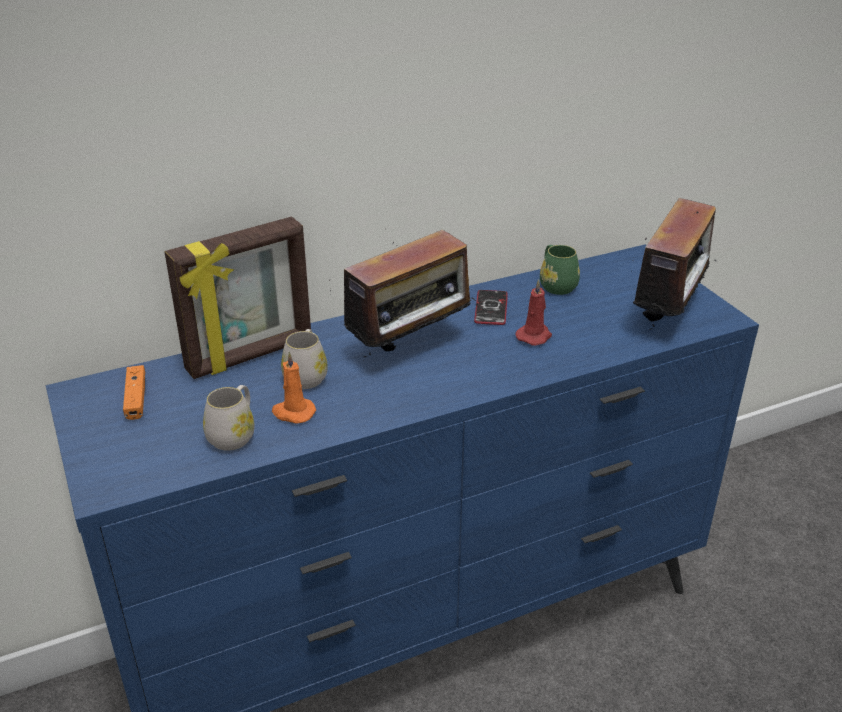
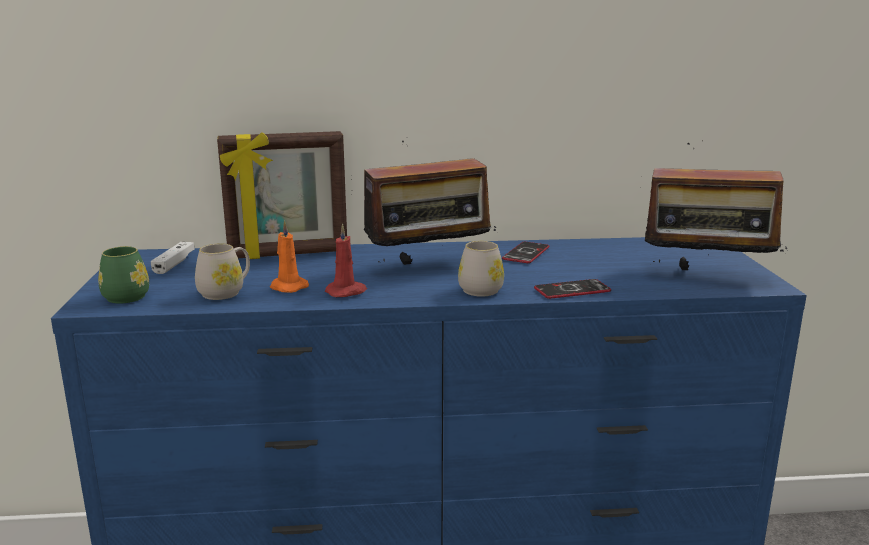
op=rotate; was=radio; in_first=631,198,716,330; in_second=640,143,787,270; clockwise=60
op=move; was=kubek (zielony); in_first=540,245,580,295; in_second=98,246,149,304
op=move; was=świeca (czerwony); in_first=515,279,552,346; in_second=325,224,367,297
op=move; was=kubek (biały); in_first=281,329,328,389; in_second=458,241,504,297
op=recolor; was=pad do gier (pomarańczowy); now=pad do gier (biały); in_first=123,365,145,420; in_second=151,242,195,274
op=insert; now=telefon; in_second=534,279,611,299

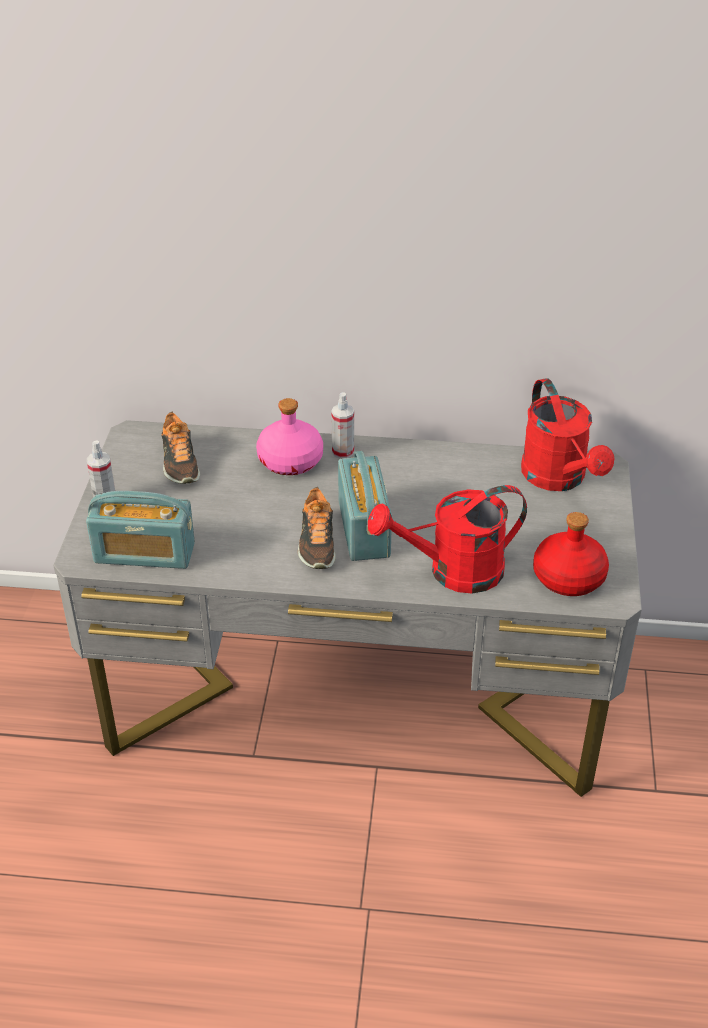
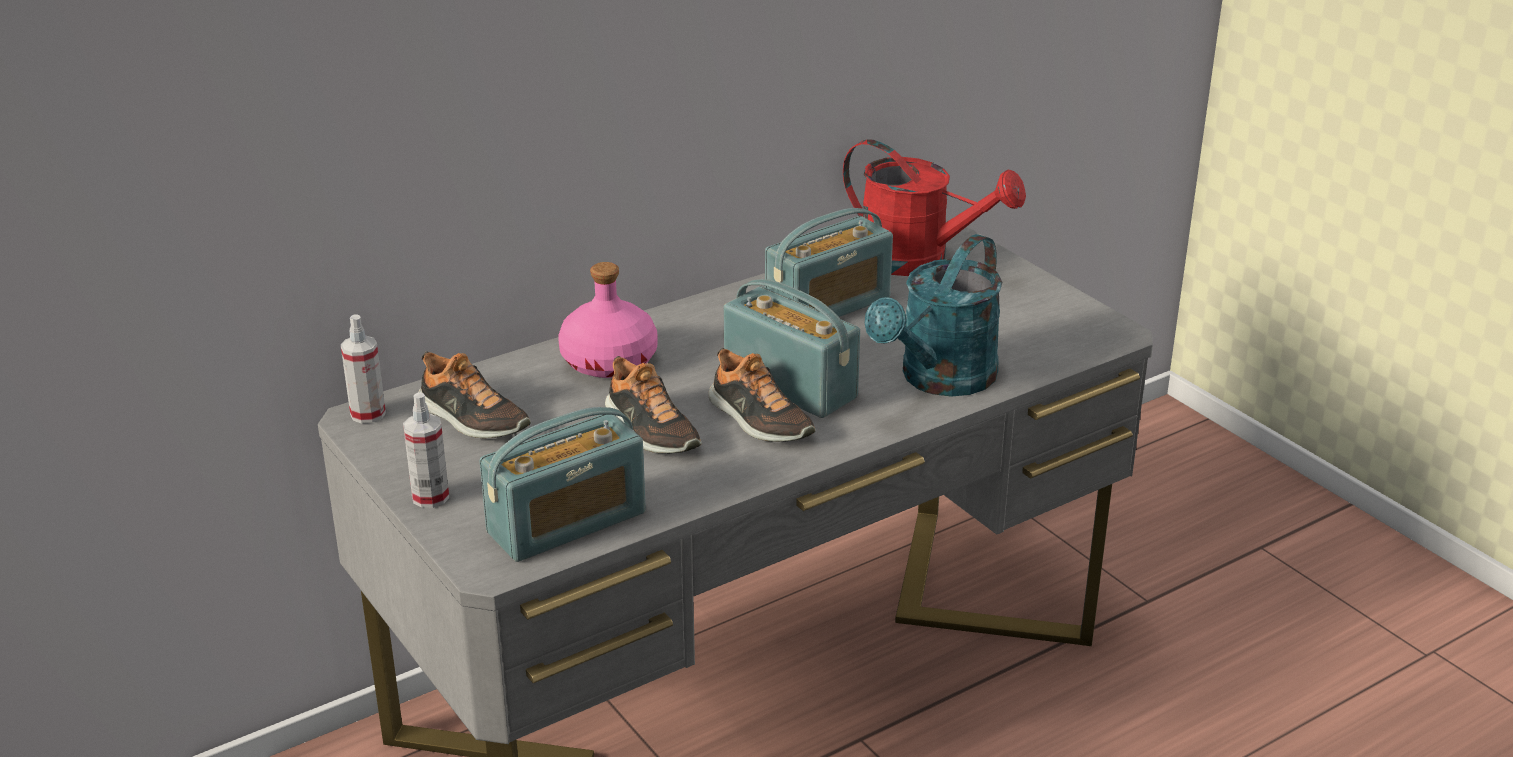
op=move; was=spryskiwacz; in_first=331,392,354,459; in_second=341,314,386,424
op=recolor; was=konewka (czerwony); now=konewka (turkusowy); in_first=368,485,527,593; in_second=865,234,1002,397
op=delete; was=butelka (czerwony); in_first=533,512,609,596
op=insert; now=radio; in_second=765,208,893,317
op=insert; now=but; in_second=605,356,702,454

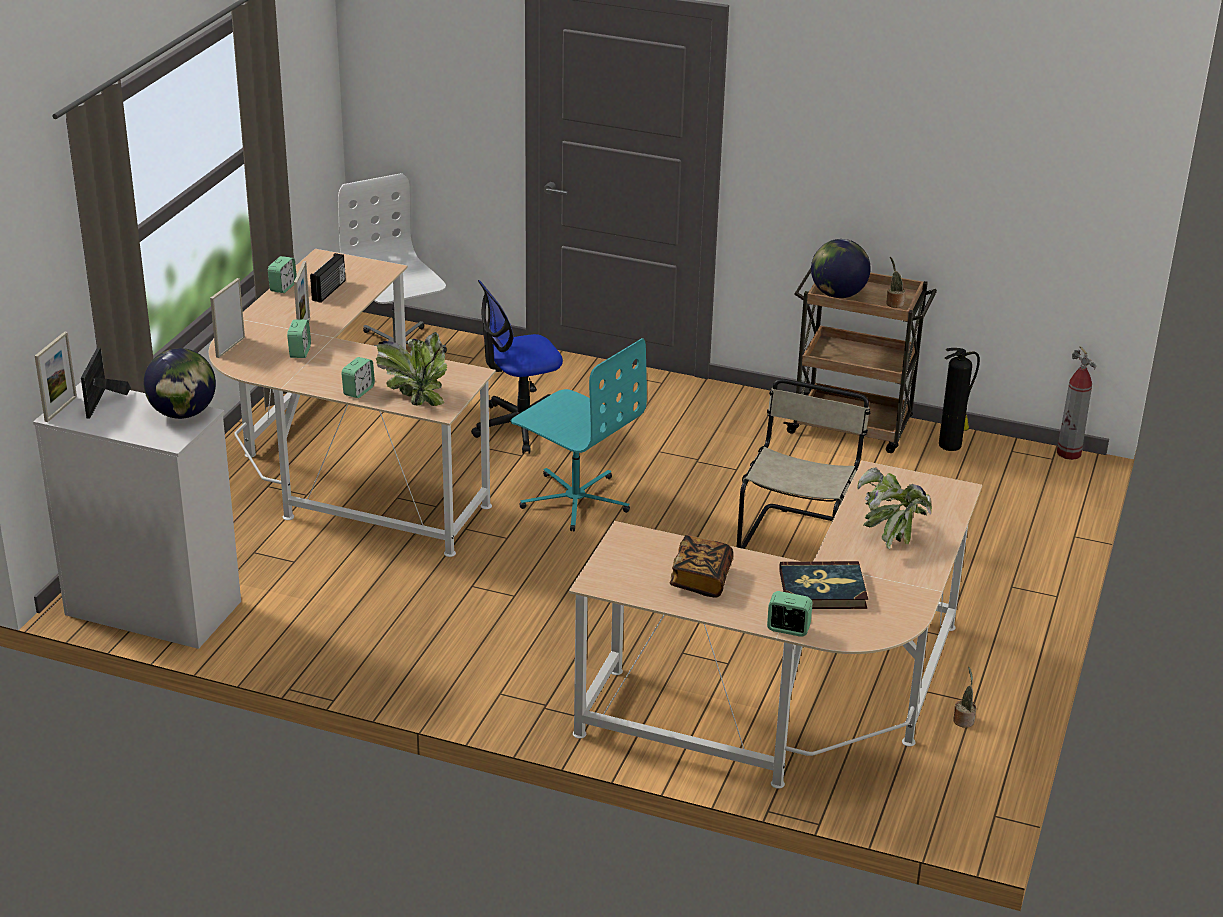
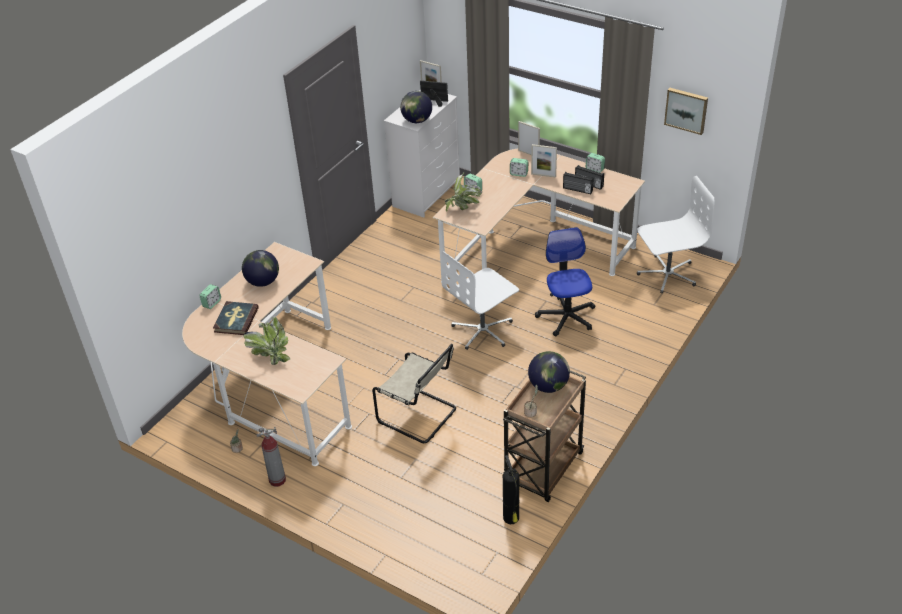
op=recolor; was=krzesło biurowe (turkusowy); now=krzesło biurowe (biały); in_first=511,338,647,531; in_second=441,251,519,350
op=move; was=gaśnica; in_first=1057,346,1096,460; in_second=257,427,286,487
op=replace; was=książka; now=globus; in_first=670,535,733,598; in_second=242,250,279,287
op=insert; now=obraz; in_second=664,88,708,135
op=insert; now=radio; in_second=563,172,594,194

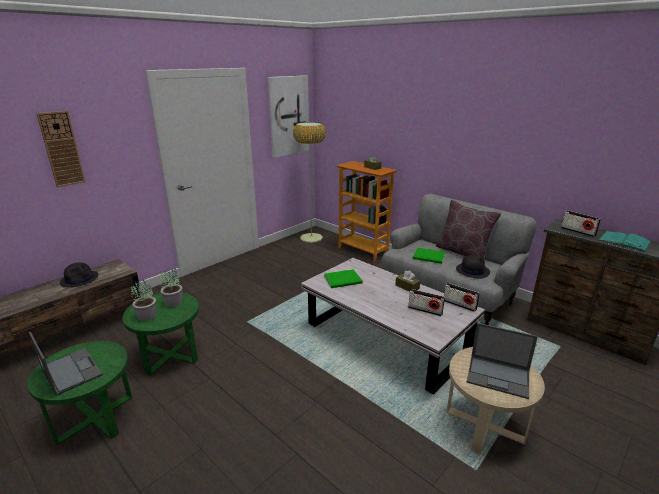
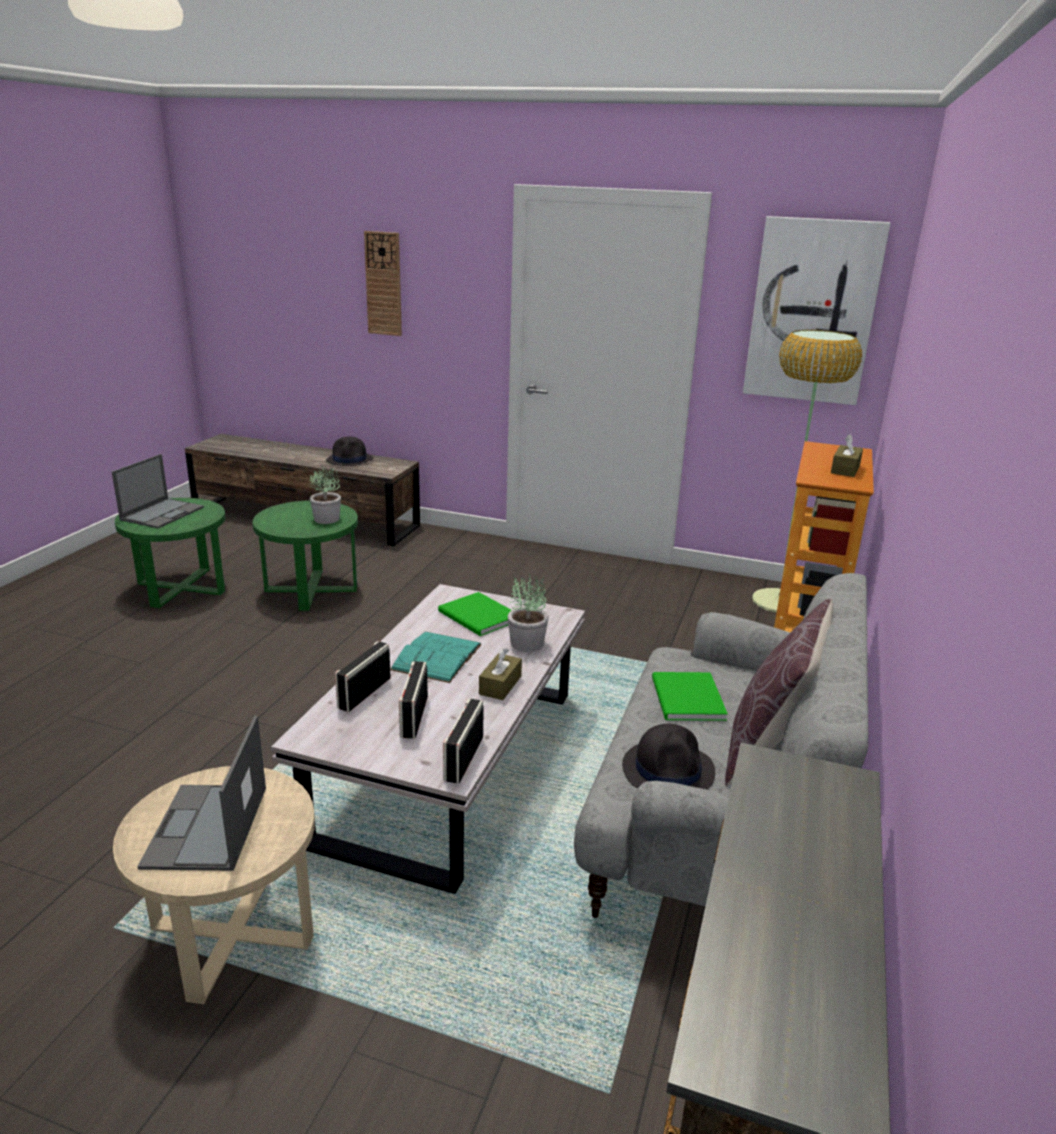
op=move; was=radio; in_first=561,211,601,237; in_second=335,641,391,712
op=move; was=książka (turkusowy); in_first=597,231,652,252; in_second=390,632,482,683
op=move; was=roślina doniczkowa; in_first=131,278,157,321; in_second=508,574,549,652

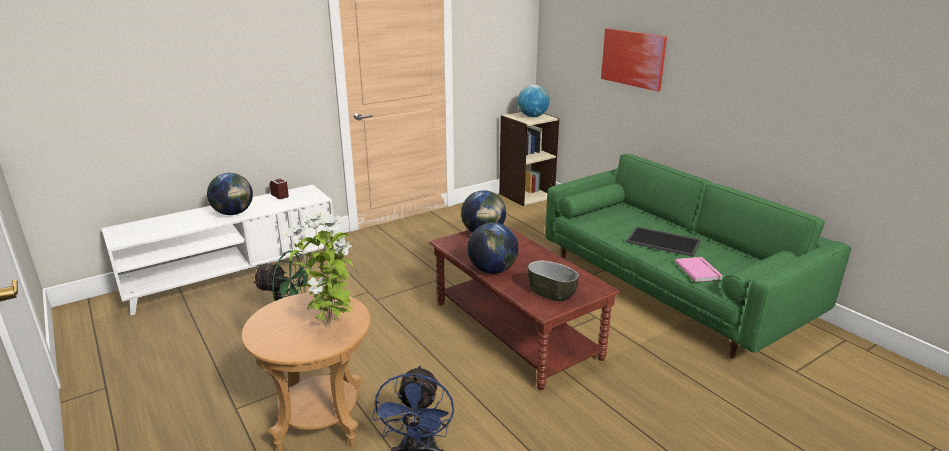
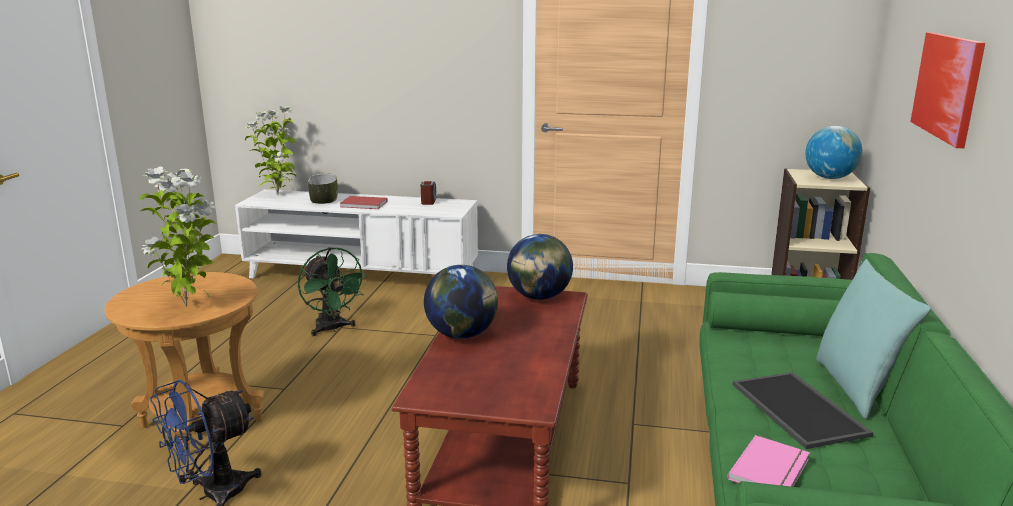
op=replace; was=globus; now=książka (czerwony); in_first=207,173,253,215; in_second=340,196,388,209
op=move; was=miska; in_first=528,260,579,301; in_second=308,173,338,204
op=insert; now=roślina doniczkowa; in_second=245,105,297,196
op=insert; now=poduszka (turkusowy); in_second=816,259,931,419

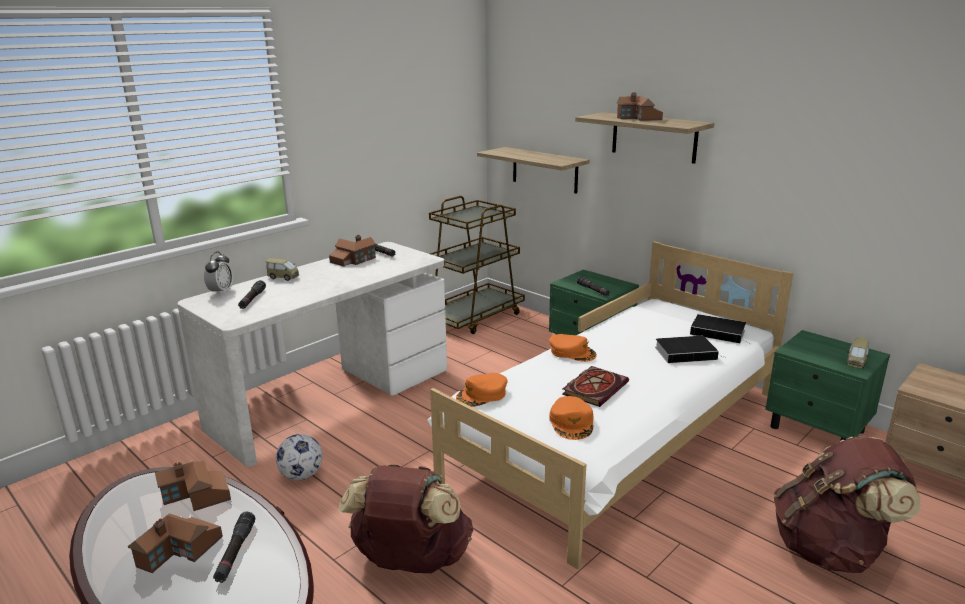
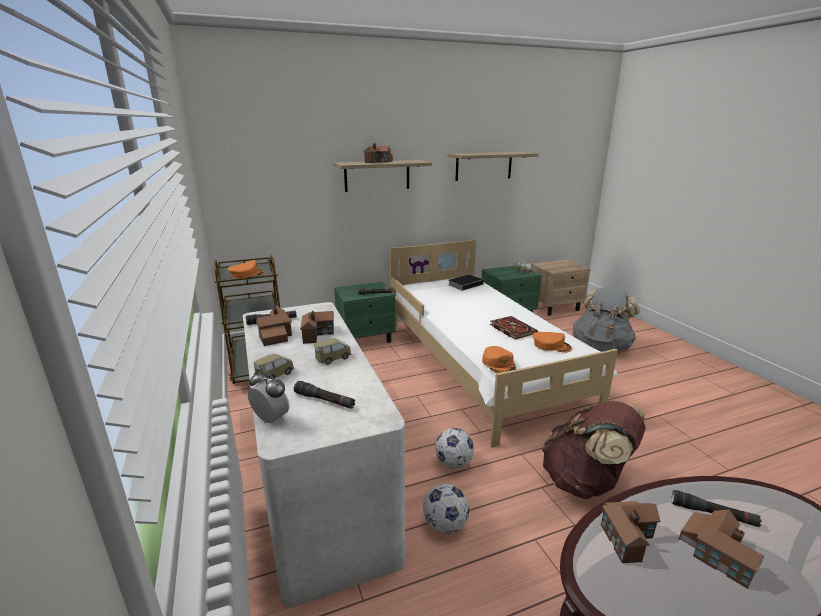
op=move; was=półka; in_first=477,147,590,194; in_second=447,152,539,181
op=move; was=czapka z daszkiem (pomarańczowy); in_first=549,334,597,362; in_second=227,260,265,278
op=delete; was=książka; in_first=655,336,725,363
op=recolor; was=plecak (brązowy); now=plecak (szary); in_first=774,437,921,573; in_second=572,288,640,352
op=insert; now=domek; in_second=300,311,334,344
op=insert; now=samochodzik; in_second=314,338,351,365
op=insert; now=piłka futbolowa; in_second=435,428,474,469

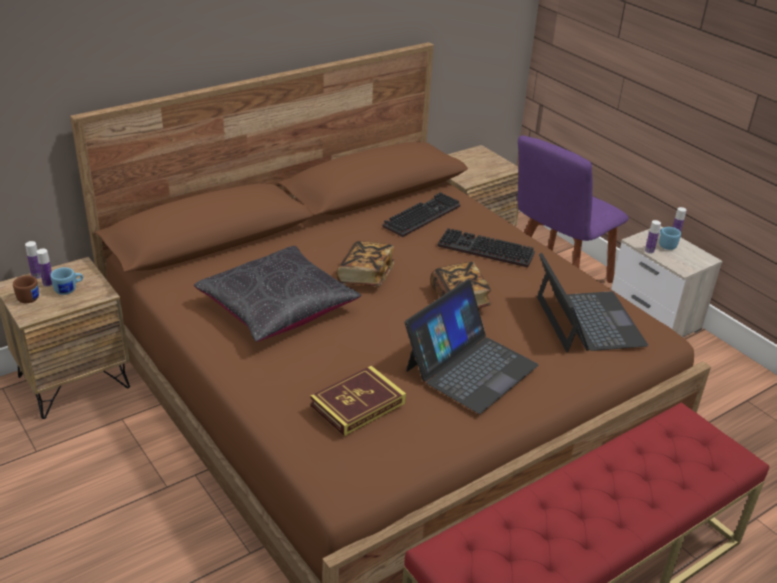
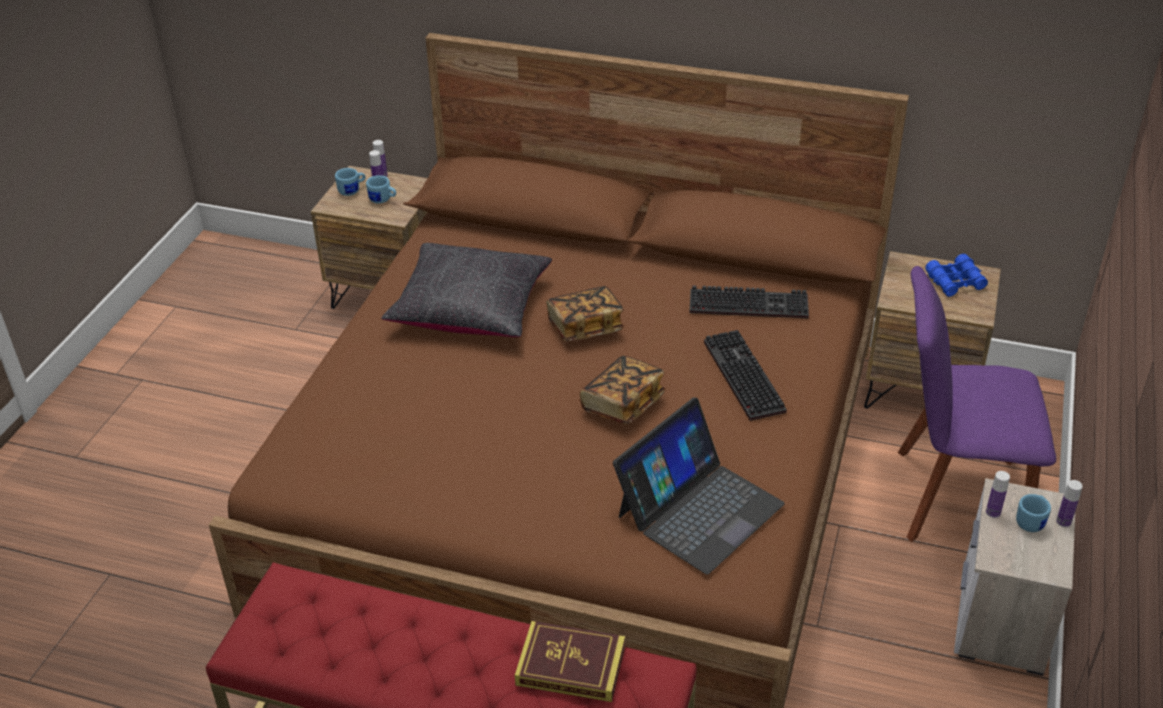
op=recolor; was=kubek (brązowy); now=kubek (niebieski); in_first=13,275,39,303; in_second=335,168,366,196
op=delete; was=laptop; in_first=405,280,539,414
op=move; was=książka; in_first=310,366,406,436; in_second=515,621,625,702
op=insert; now=lornetka (niebieski); in_second=925,254,988,297

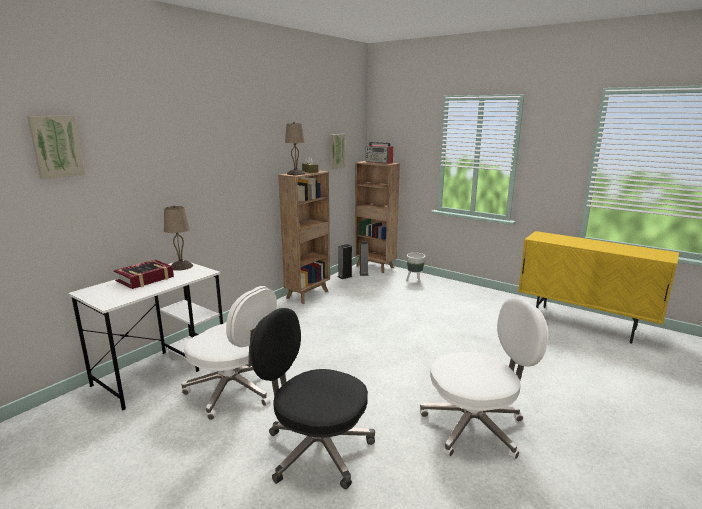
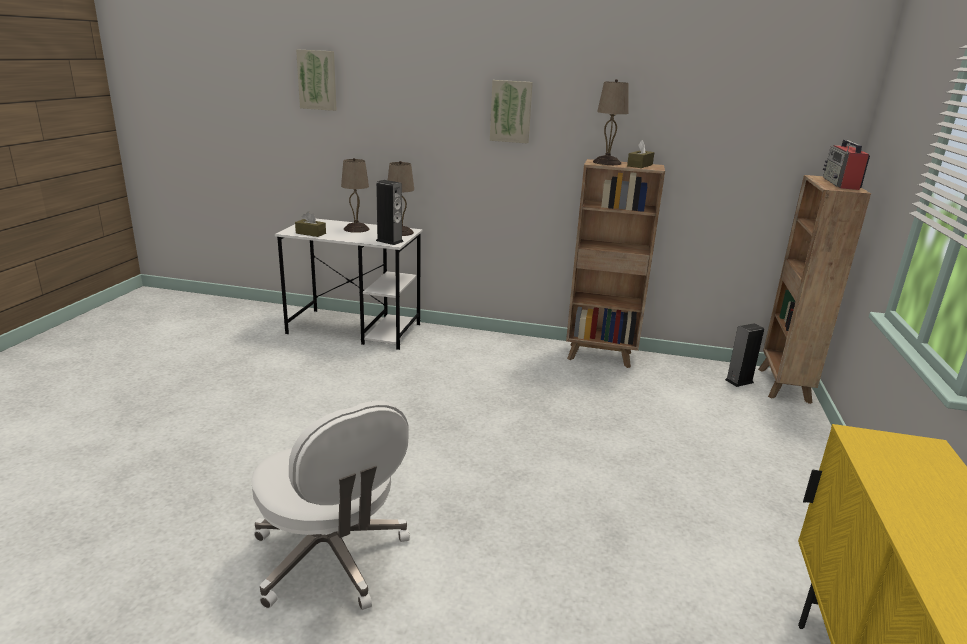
op=move; was=obraz; in_first=329,134,345,169; in_second=490,80,533,144
op=move; was=głośnik; in_first=338,244,353,279; in_second=376,180,404,245
op=delete; was=donica (biały); in_first=406,253,425,284
op=replace; was=książka; now=lampa stołowa (beżowy); in_first=114,260,174,289; in_second=341,158,369,233
op=delete; was=krzesło biurowe (biały); in_first=181,286,277,420
op=delete; was=krzesło biurowe (czarny); in_first=250,308,375,489
op=insert; now=pudełko chusteczek (brązowy); in_second=295,211,326,237

